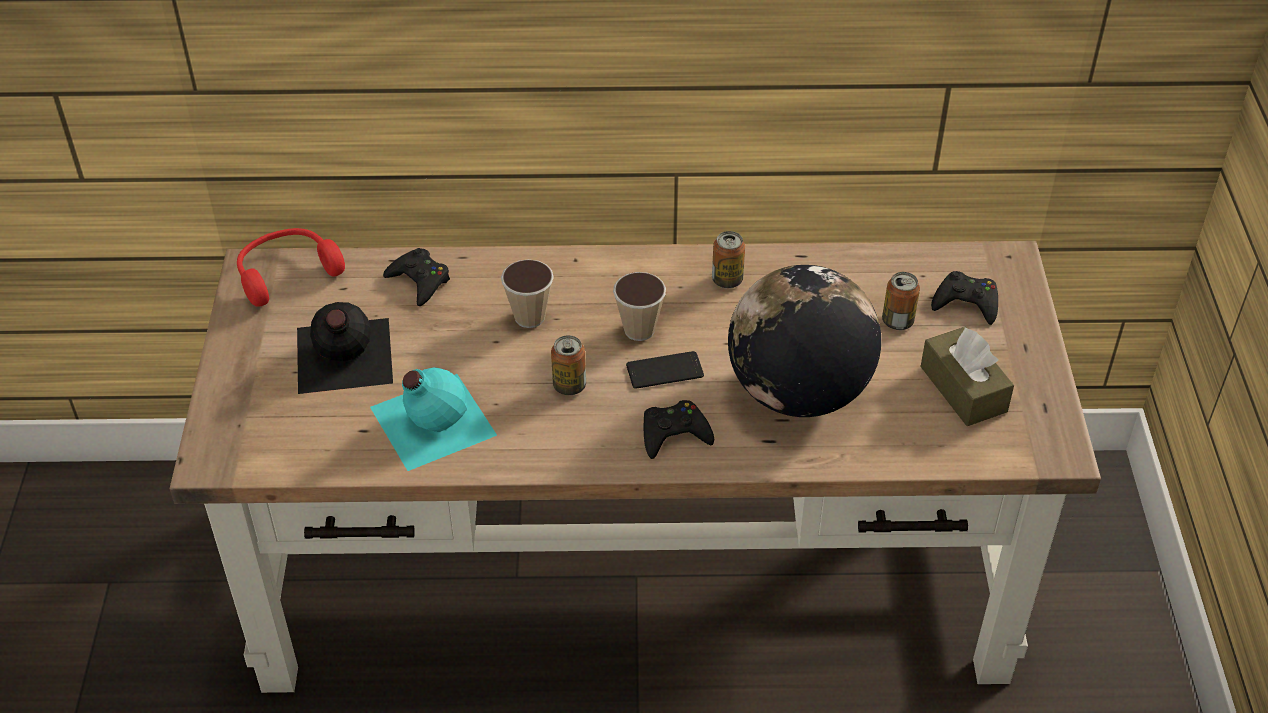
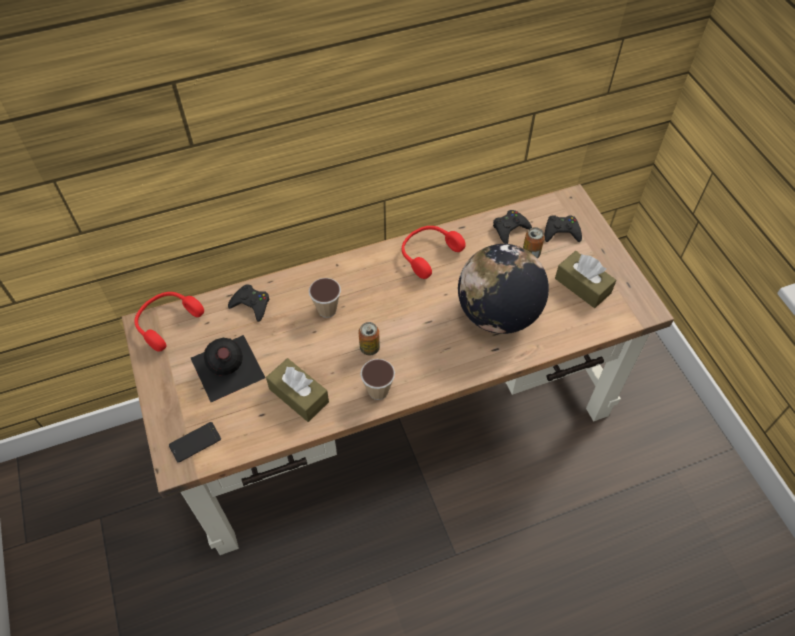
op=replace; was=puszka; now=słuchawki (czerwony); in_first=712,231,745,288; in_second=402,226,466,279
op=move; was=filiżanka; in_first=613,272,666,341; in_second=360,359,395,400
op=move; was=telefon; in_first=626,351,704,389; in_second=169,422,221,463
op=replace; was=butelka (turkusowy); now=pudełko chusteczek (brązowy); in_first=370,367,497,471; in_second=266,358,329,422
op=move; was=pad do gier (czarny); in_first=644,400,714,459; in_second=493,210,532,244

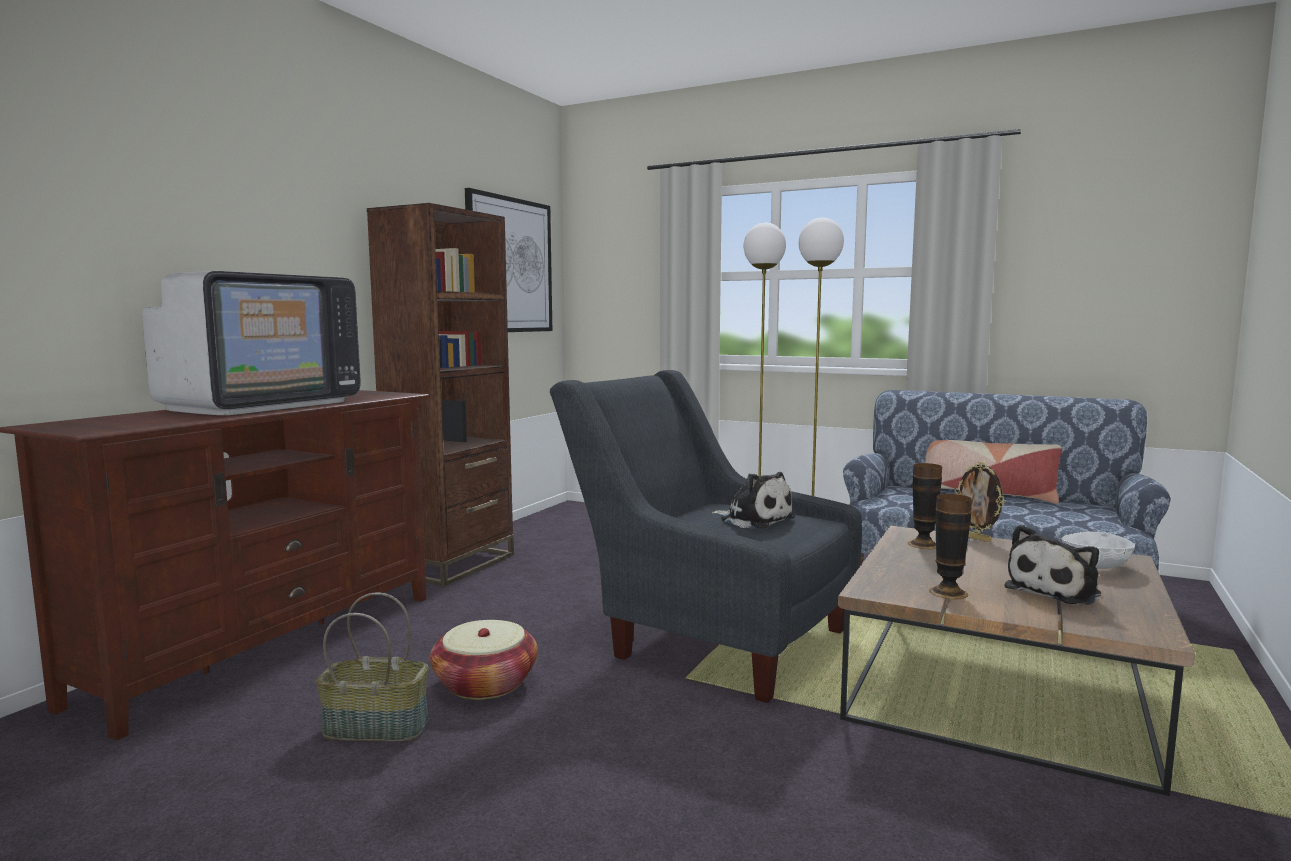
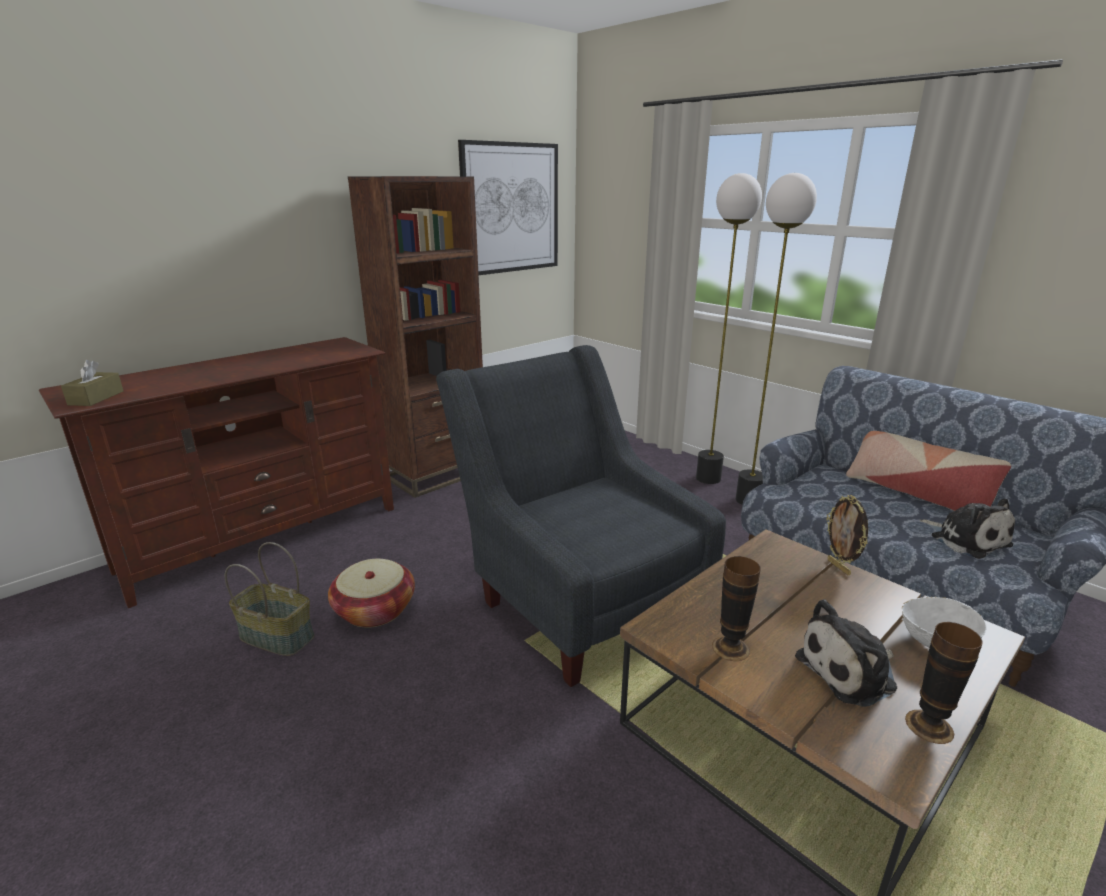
op=delete; was=telewizor; in_first=142,271,361,415
op=move; was=wazon; in_first=908,463,942,549; in_second=905,622,983,744
op=move; was=pluszak; in_first=712,472,795,529; in_second=920,499,1015,559
op=insert; now=pudełko chusteczek (brązowy); in_second=61,360,123,406

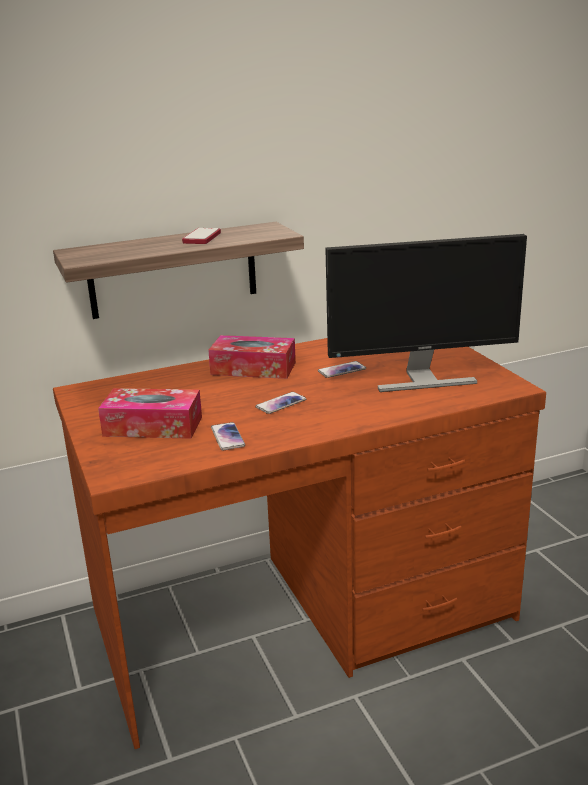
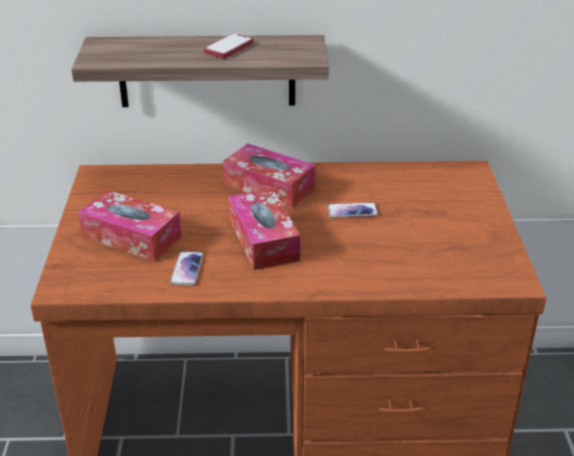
op=delete; was=monitor; in_first=325,234,527,392
op=replace; was=telefon; now=pudełko chusteczek; in_first=256,392,306,414; in_second=229,189,300,270

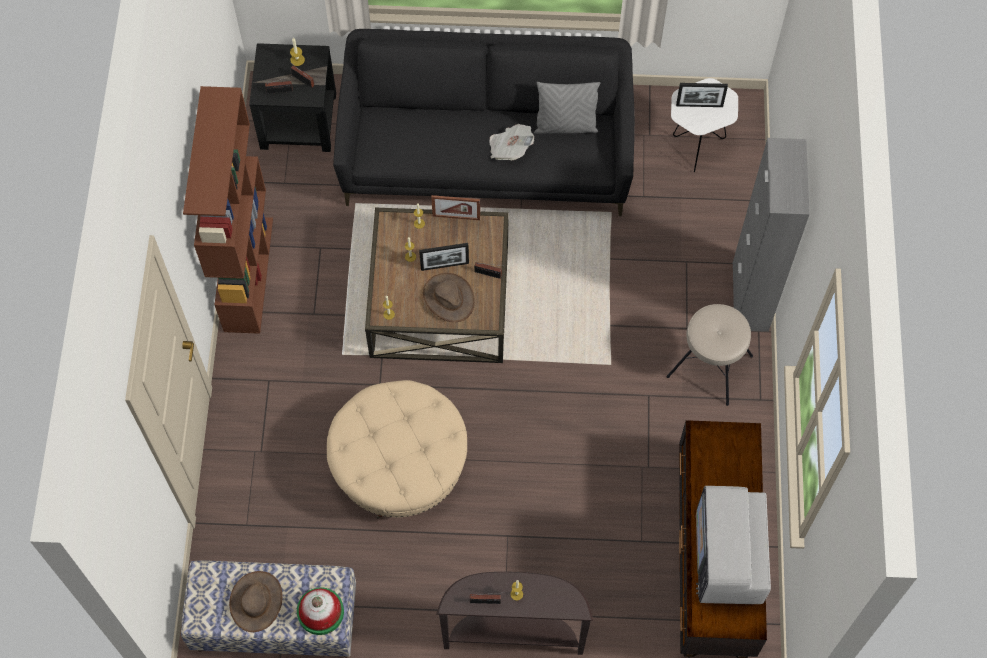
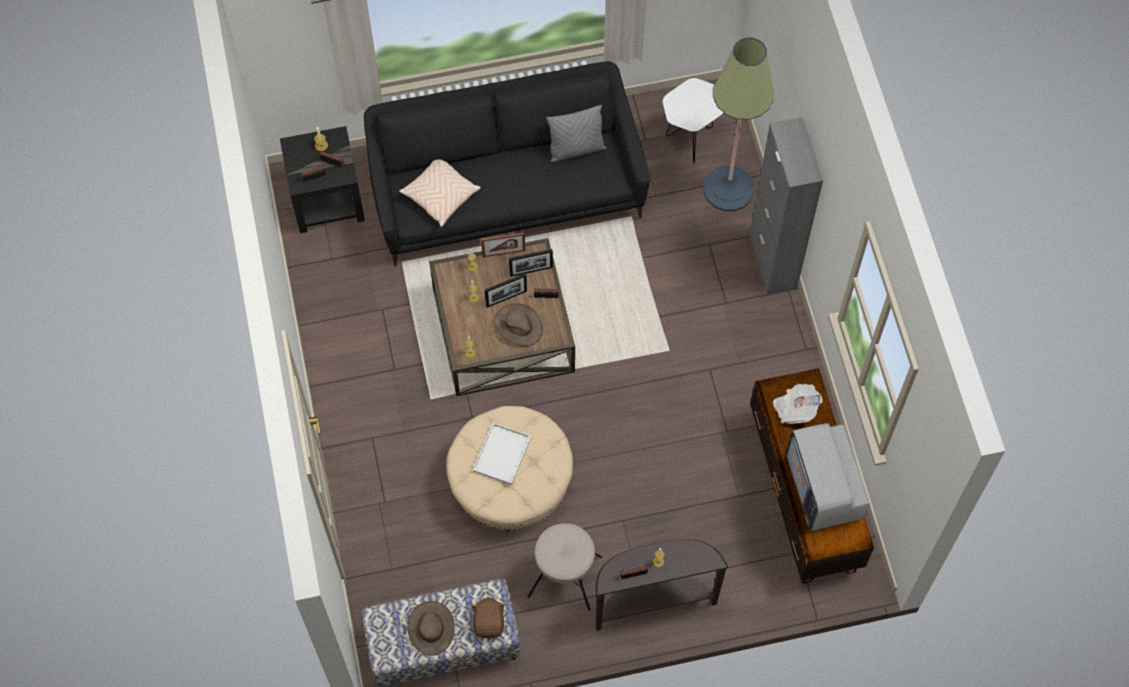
op=move; was=ramka na zdjęcie; in_first=676,83,728,107; in_second=509,249,553,277
op=delete; was=regał (brązowy); in_first=183,86,273,334
op=move; was=gazeta; in_first=489,124,534,160; in_second=773,384,823,424
op=move; was=stołek (beżowy); in_first=667,304,753,406; in_second=527,523,602,611
op=replace; was=kapelusz; now=pluszak (brązowy); in_first=297,587,344,635; in_second=471,596,505,640
op=insert; now=lampa stojąca; in_second=704,38,774,211
op=insert; now=poduszka (beżowy); in_second=399,159,481,227
op=insert; now=taca (biały); in_second=473,423,531,485

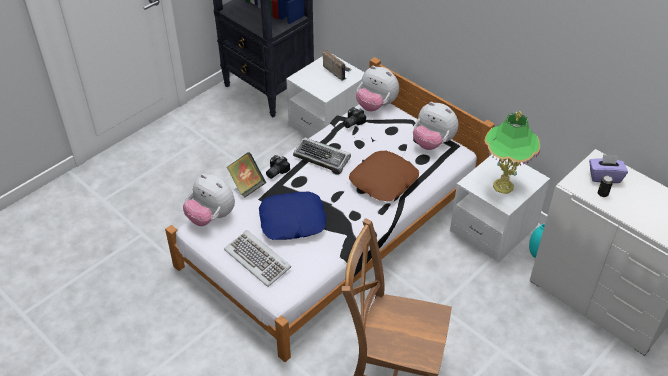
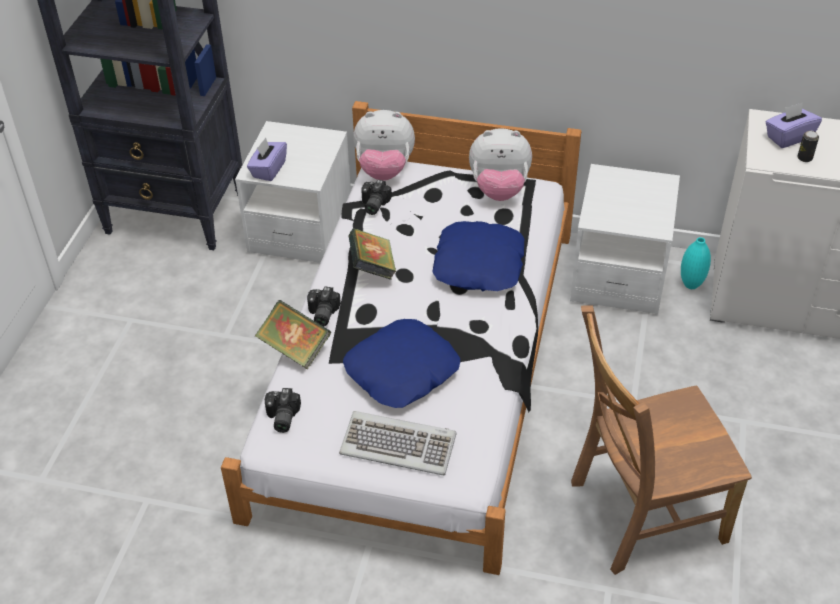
op=delete; was=radio; in_first=323,50,352,81
op=delete; was=lampa stołowa; in_first=484,111,540,194
op=replace; was=klawiatura; now=książka; in_first=293,137,351,173; in_second=348,228,397,280
op=recolor; was=poduszka (brązowy); now=poduszka (niebieski); in_first=349,151,419,201; in_second=432,221,524,291
op=replace; was=pluszak; now=aparat fotograficzny; in_first=183,174,235,226; in_second=265,388,301,433
op=insert; now=pudełko chusteczek (fioletowy); in_second=247,138,287,181

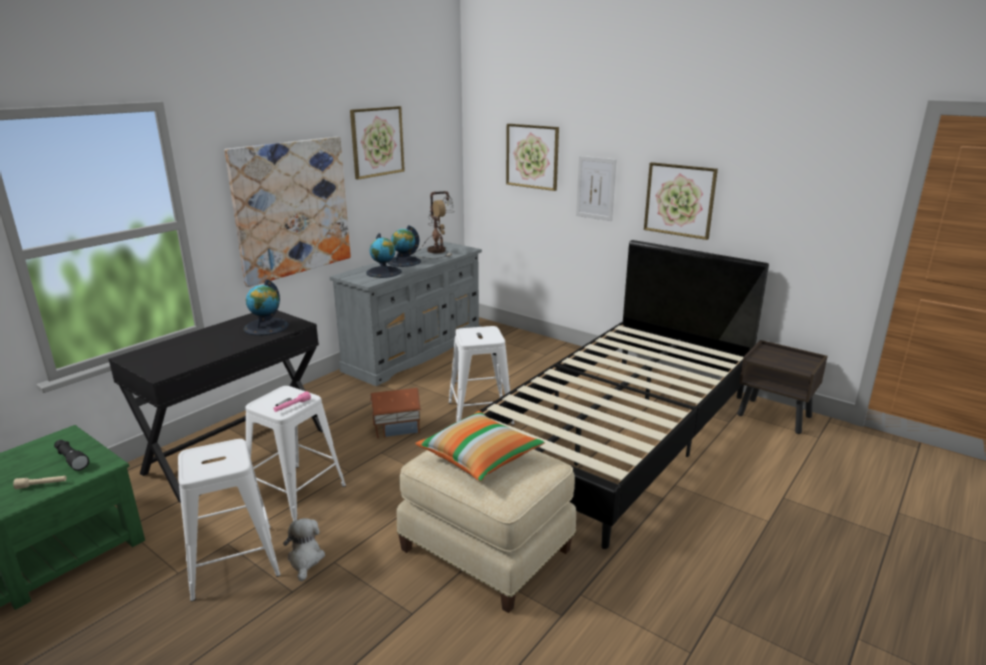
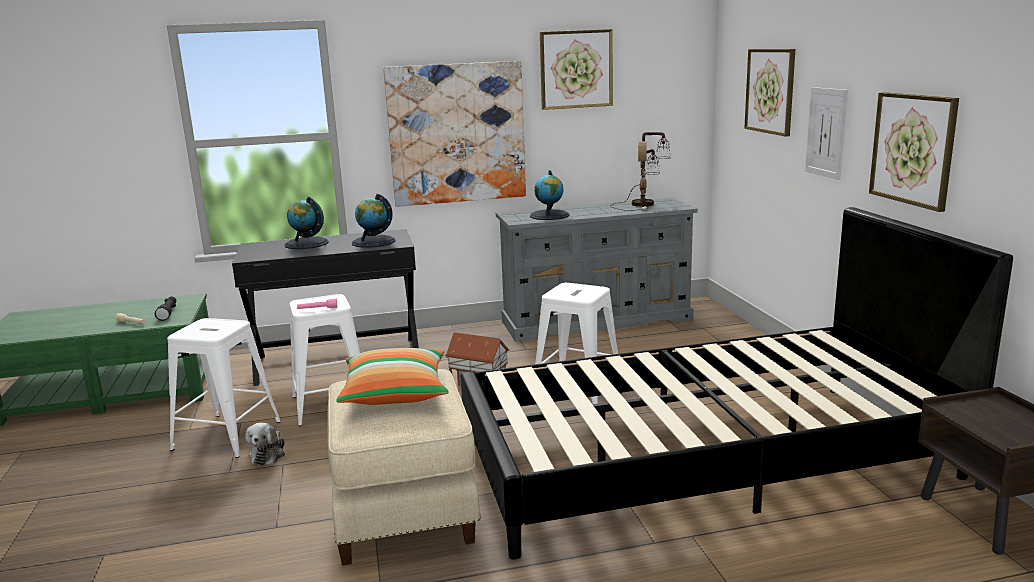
op=move; was=globus; in_first=388,225,421,267; in_second=284,197,329,249
op=rotate; was=pluszak; in_first=283,518,325,582; in_second=245,423,285,465; clockwise=150

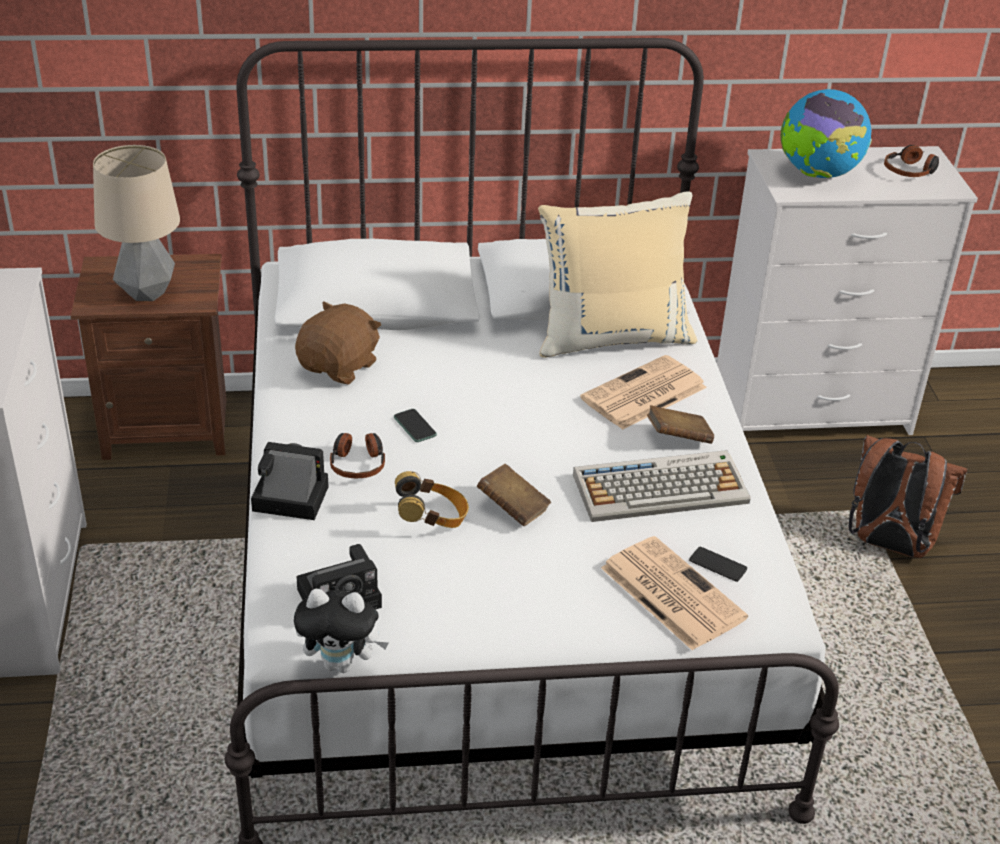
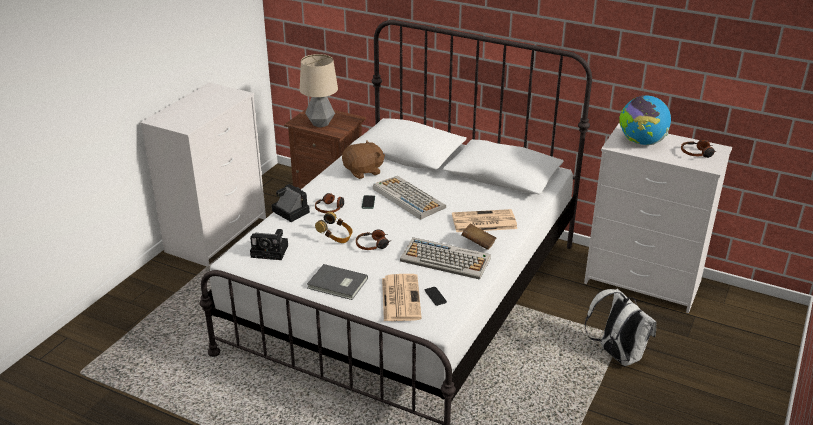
op=delete; was=poduszka (beżowy); in_first=538,191,697,358
op=recolor; was=plecak (brązowy); now=plecak (biały); in_first=849,435,967,558; in_second=585,289,657,366
op=replace; was=książka (brązowy); now=słuchawki; in_first=477,464,551,527; in_second=356,229,390,250
op=delete; was=pluszak; in_first=294,589,389,673
op=insert; now=klawiatura; in_second=373,176,446,220
op=insert; now=książka (szary); in_second=307,264,368,300

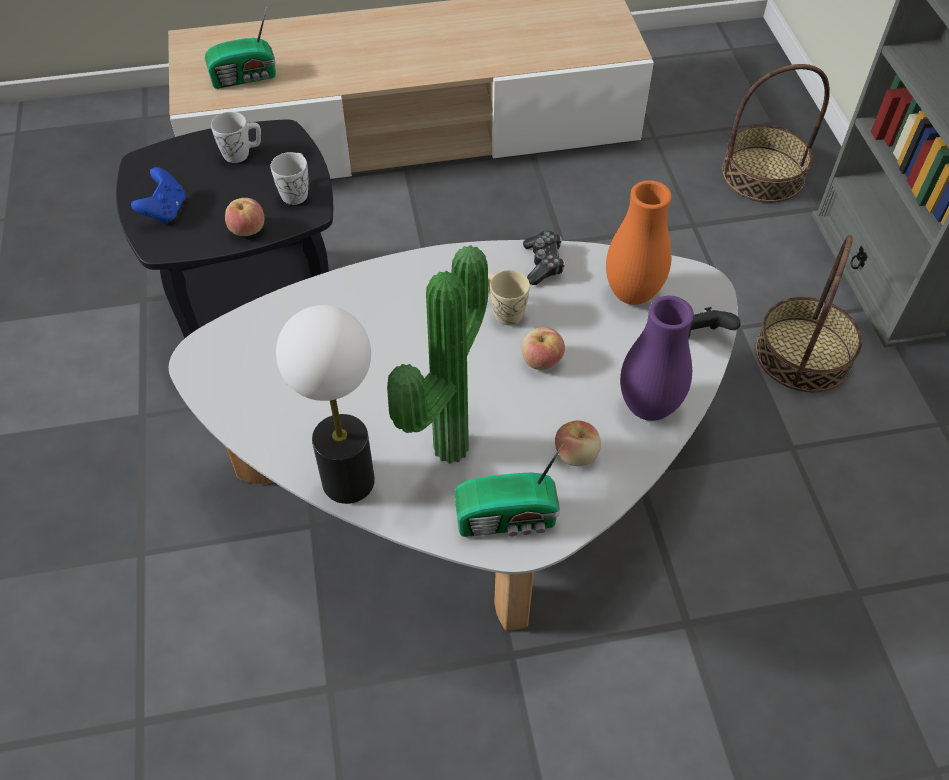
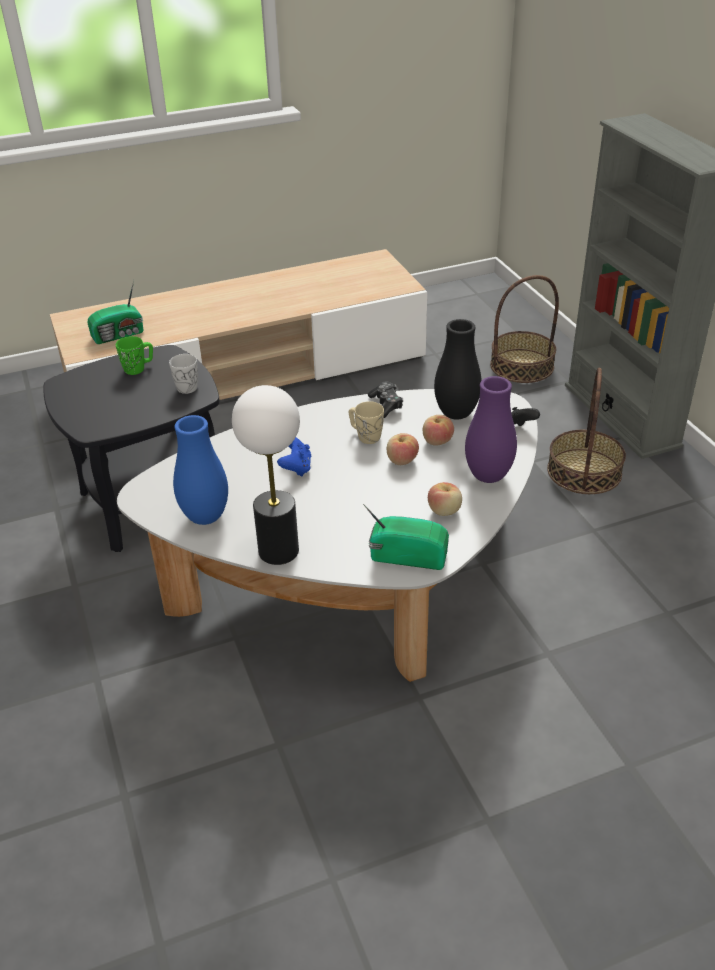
op=recolor; was=kubek (biały); now=kubek (zielony); in_first=211,112,261,163; in_second=116,336,153,375
op=move; was=pad do gier (niebieski); in_first=131,167,186,224; in_second=277,437,311,476
op=recolor; was=wazon (pomarańczowy); now=wazon (czarny); in_first=606,180,672,305; in_second=434,319,482,420
op=move; was=jabłko; in_first=225,198,264,236; in_second=423,415,454,446
op=delete; was=roślina doniczkowa; in_first=387,245,488,464
op=rotate; was=radio; in_first=455,443,564,537; in_second=363,504,449,570; clockwise=-150
op=insert; now=wazon (niebieski); in_second=173,415,228,525

